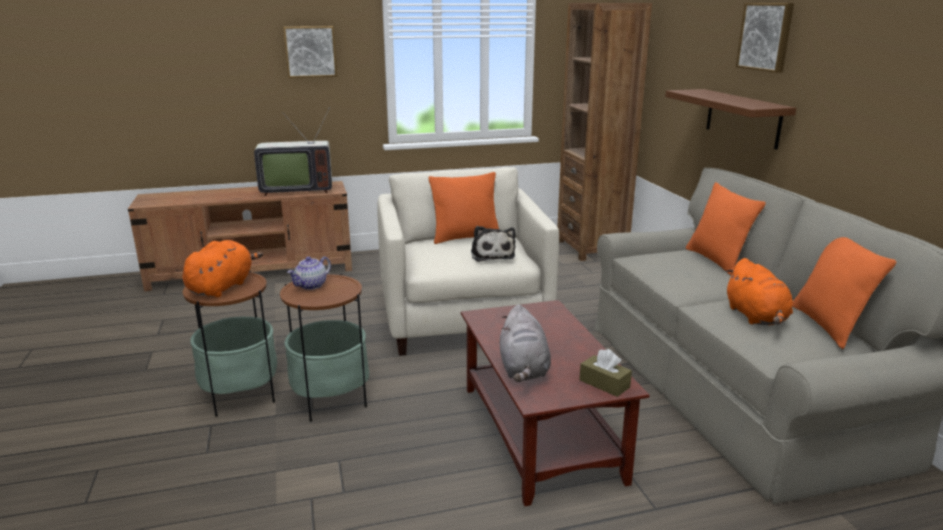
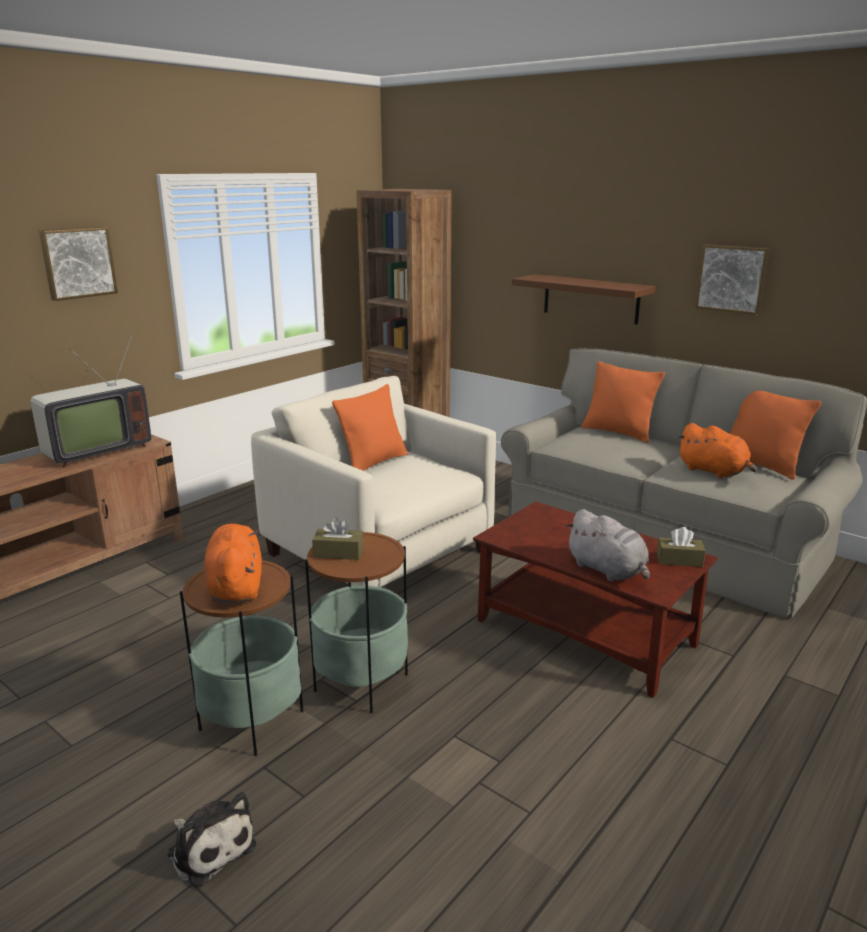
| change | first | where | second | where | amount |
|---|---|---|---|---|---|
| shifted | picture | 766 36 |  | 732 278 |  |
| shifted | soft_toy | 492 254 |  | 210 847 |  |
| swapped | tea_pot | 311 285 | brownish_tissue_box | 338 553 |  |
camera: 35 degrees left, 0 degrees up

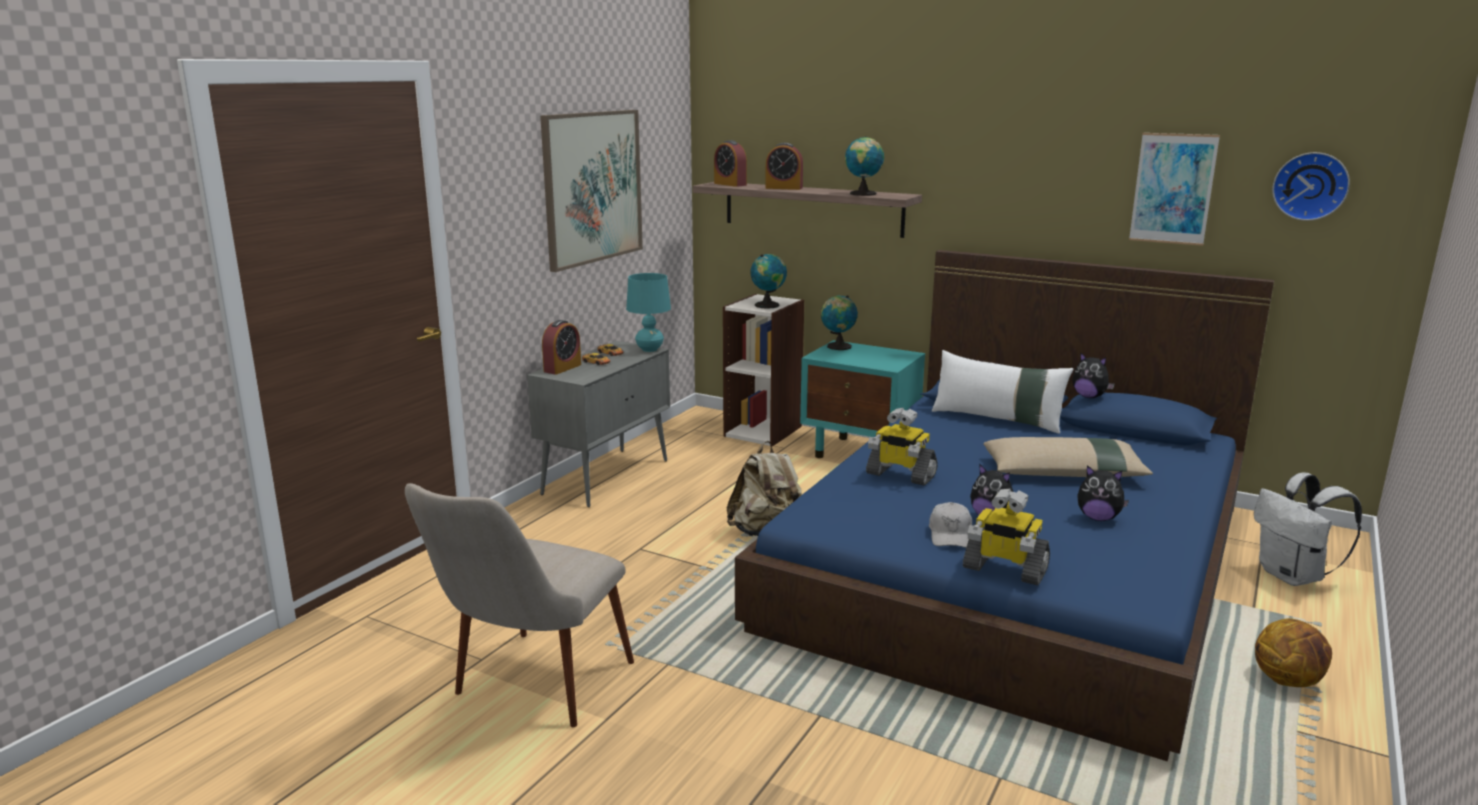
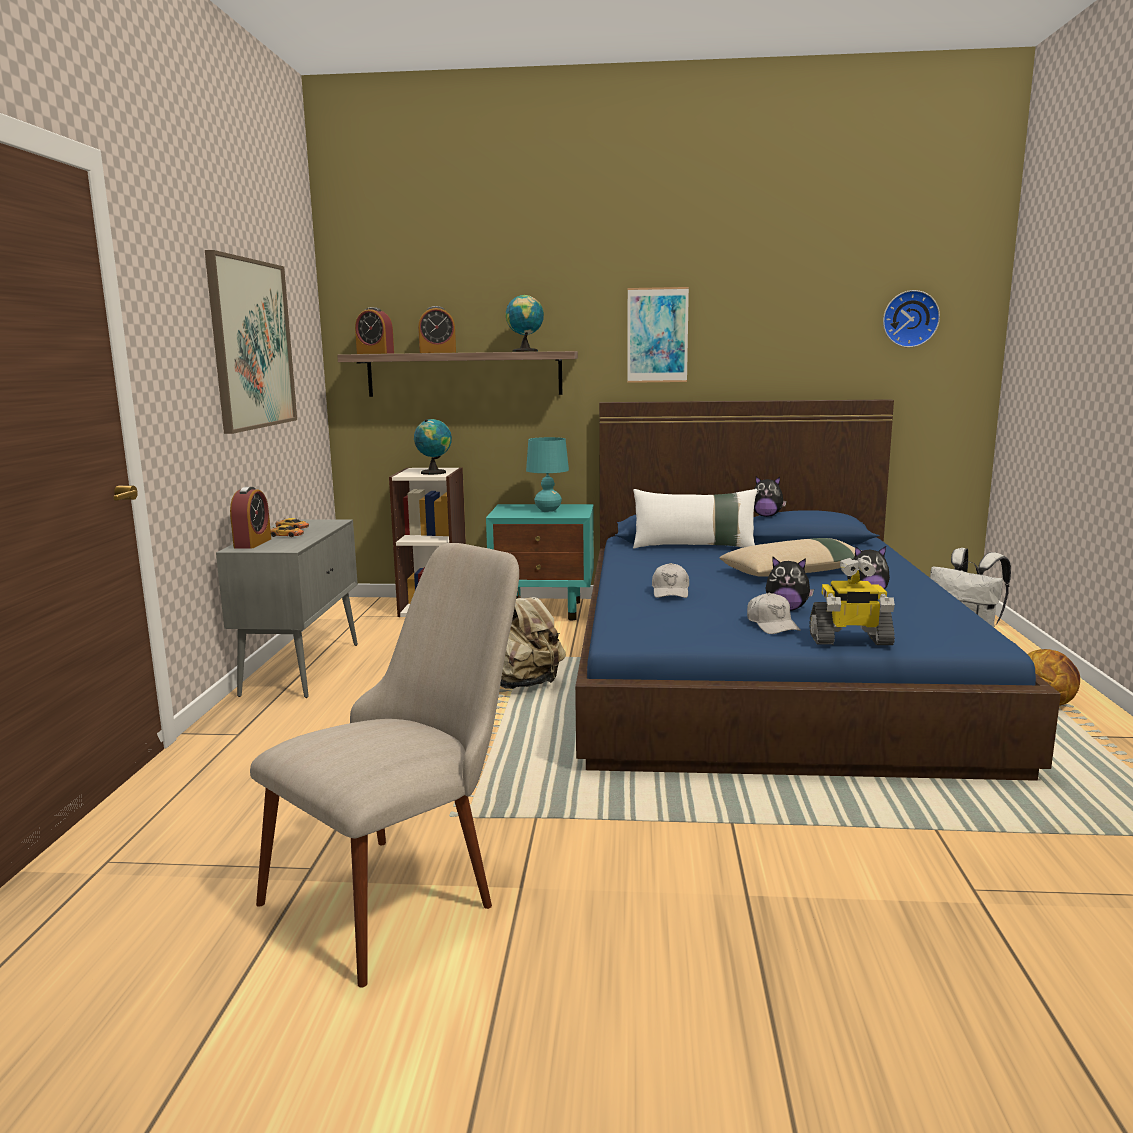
| change | first | where | second | where | amount |
|---|---|---|---|---|---|
| shifted | picture | 1173 189 |  | 657 335 |  |
| shifted | blue-green_tabletop_lamp | 649 349 |  | 548 510 |  |
| gone | globe | 837 347 |  |  |  |
| swapped | model_robot | 900 475 | white_baseball_cap | 670 591 |  |
| rotated | sand-coloured_plain_chair | 529 693 |  | 406 887 | 135 degrees counterclockwise |
camera: 25 degrees left, 5 degrees down

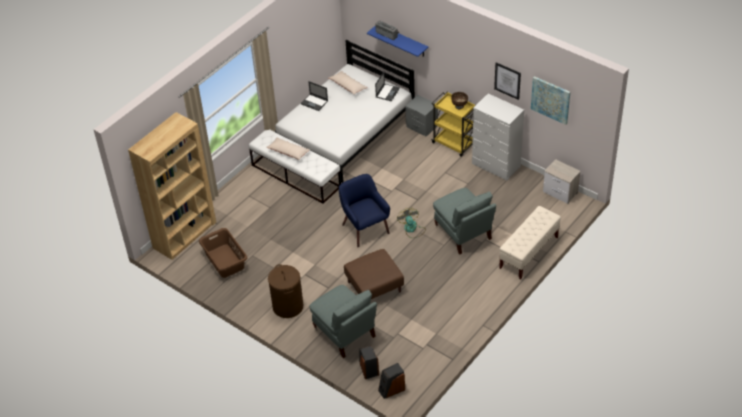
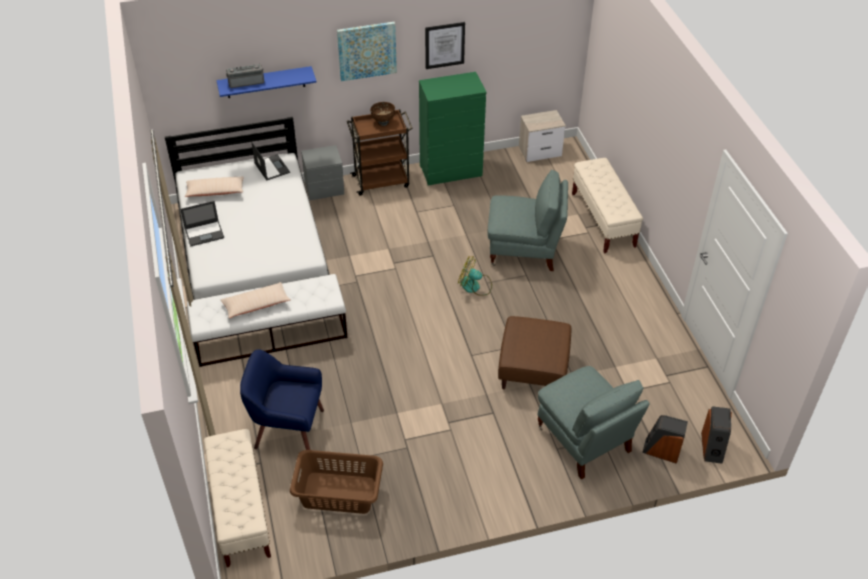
| change | first | where | second | where | amount |
|---|---|---|---|---|---|
| shifted | picture | 550 99 |  | 367 50 |  |
| repainted | yellow_cart | 454 144 | brownish_cart | 382 181 |  |
| repainted | white_drawer_chest | 496 165 | green_drawer_chest | 451 171 |  |
| swapped | brownish_bookshelf | 185 235 | sand-coloured_indoor_bench | 240 511 |  |
| shifted | blue-coloured_easy_chair | 364 228 |  | 288 429 |  |
| gone | brownish_washing_basket | 287 306 |  |  |  |
| rotated | greyish_easy_chair | 344 333 |  | 584 440 | 60 degrees clockwise |
camera: 55 degrees left, 0 degrees up

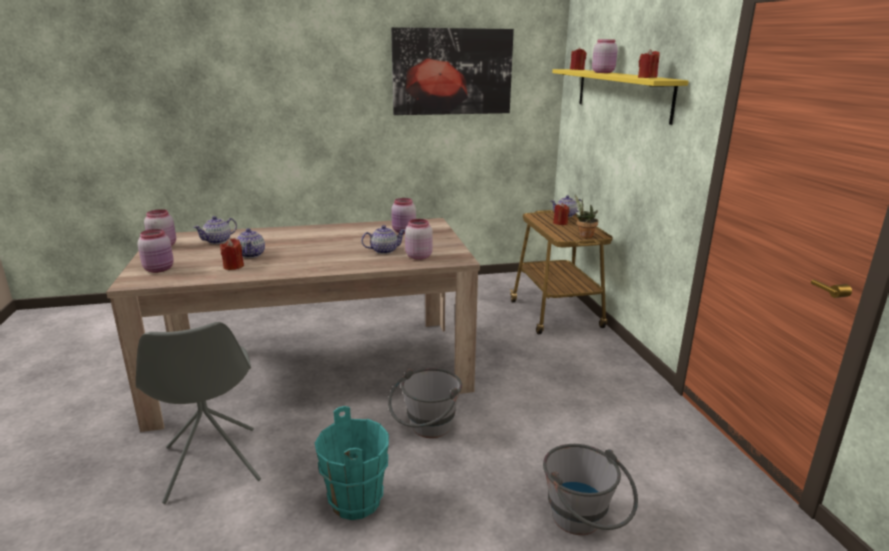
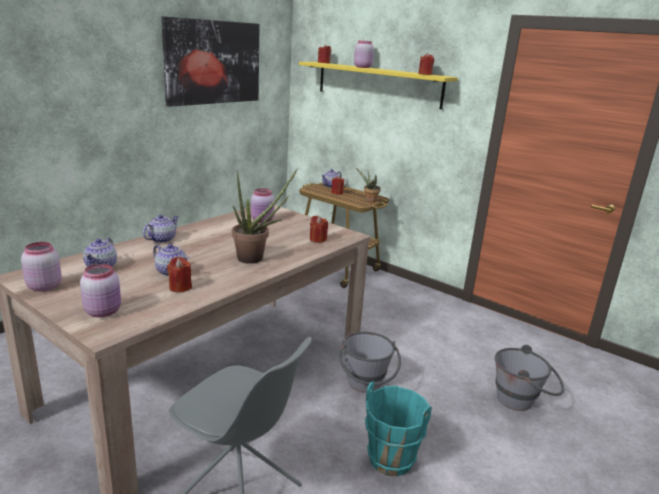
| change | first | where | second | where | amount |
|---|---|---|---|---|---|
| swapped | pink_preserve_jar | 418 256 | reddish_wax_light | 318 239 |  |
| shifted | tea_pot | 384 251 |  | 161 239 |  |
| new |  |  | houseplant | 256 258 |  |
camera: 40 degrees left, 0 degrees up

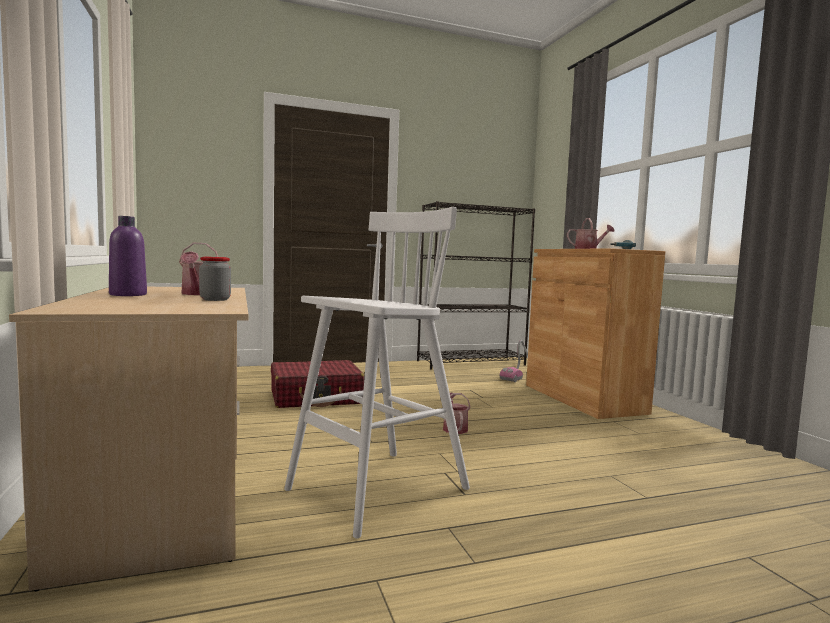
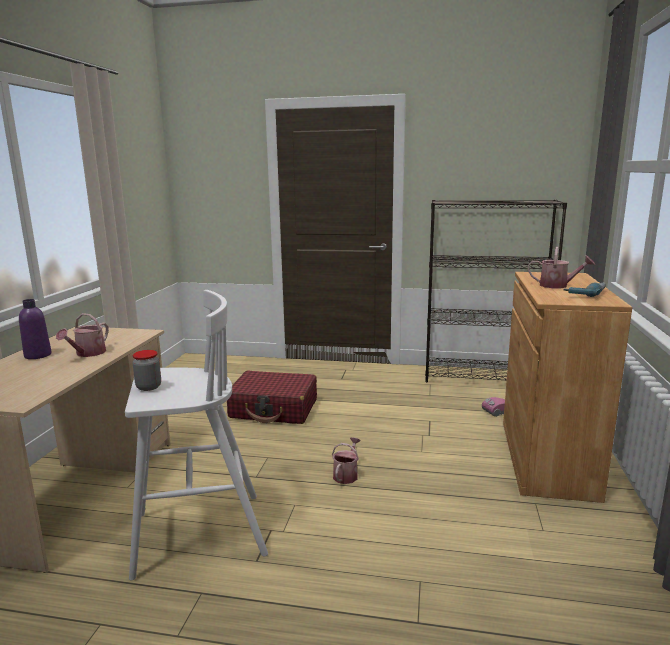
| change | first | where | second | where | amount |
|---|---|---|---|---|---|
| shifted | preserve_jar | 215 299 |  | 148 387 |  |
camera: 30 degrees right, 10 degrees up

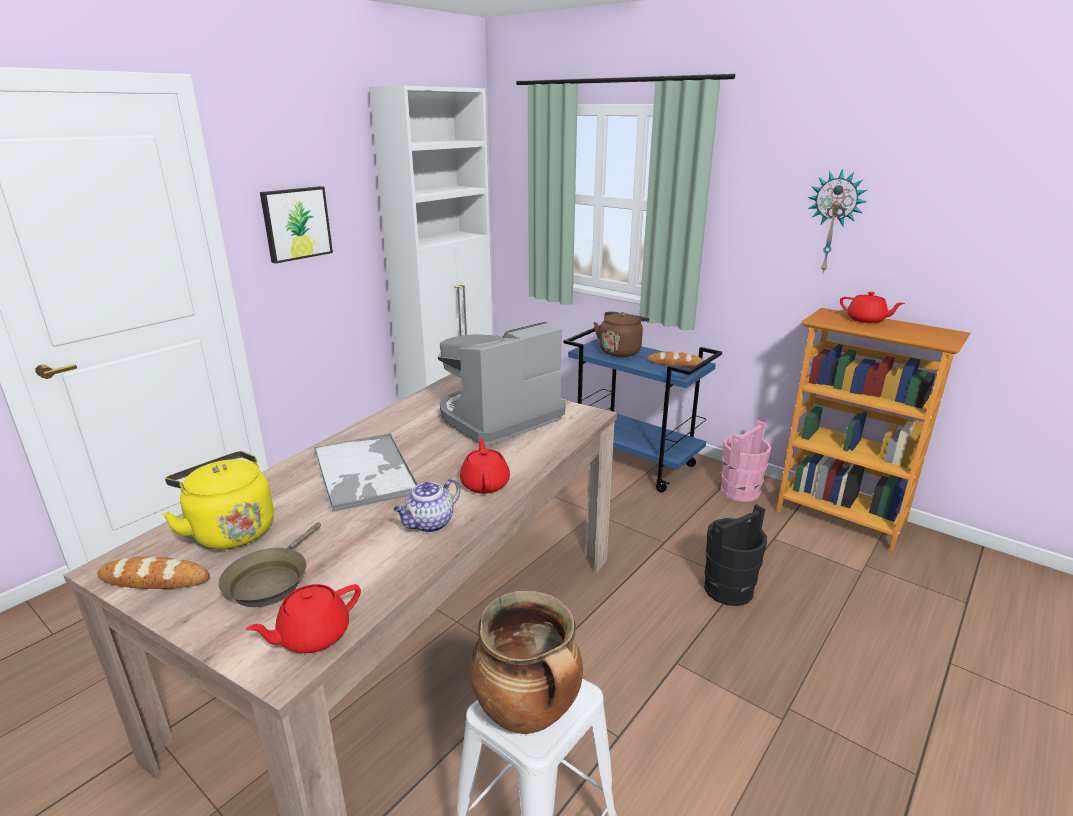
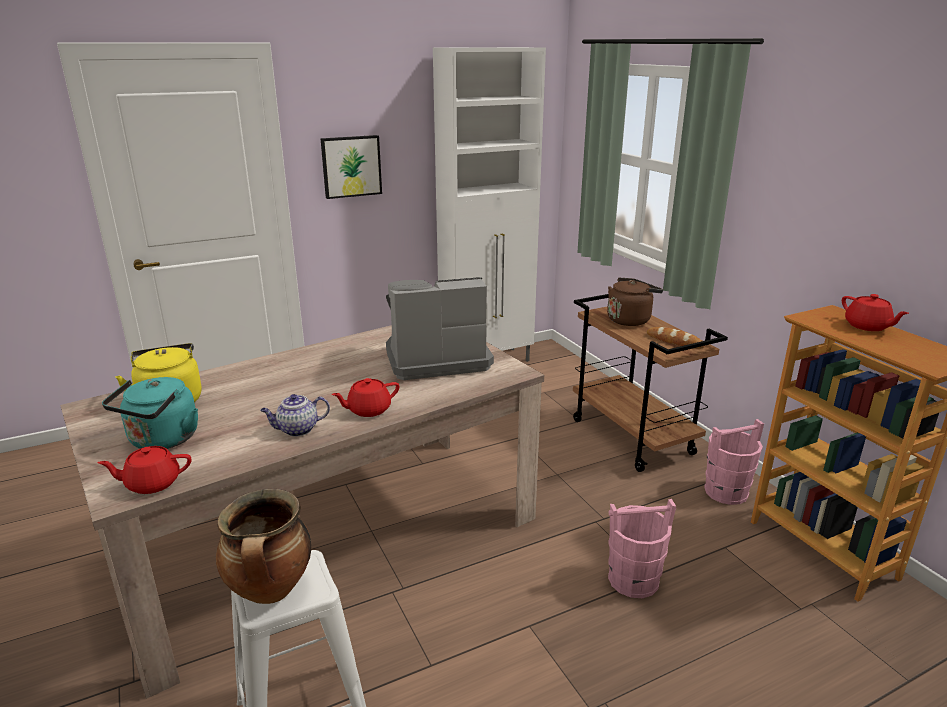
| change | first | where | second | where | amount |
|---|---|---|---|---|---|
| gone | clock_on_the_wall | 833 222 |  |  |  |
| repainted | blue-coloured_cart | 634 462 | brownish_cart | 633 437 |  |
| gone | carrying_tray | 365 472 |  |  |  |
| rotated | reddish_tea_pot | 485 484 |  | 368 410 | 135 degrees counterclockwise |
| repainted | black_bucket | 728 589 | pink_bucket | 632 580 |  |
| swapped | brownish_frying_pan | 270 581 | blue-green_water_kettle | 162 441 |  |
| gone | bread | 155 579 |  |  |  |
camera: 25 degrees right, 0 degrees up

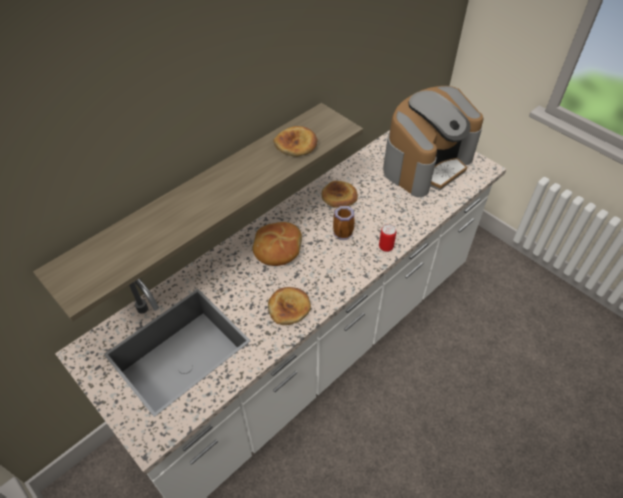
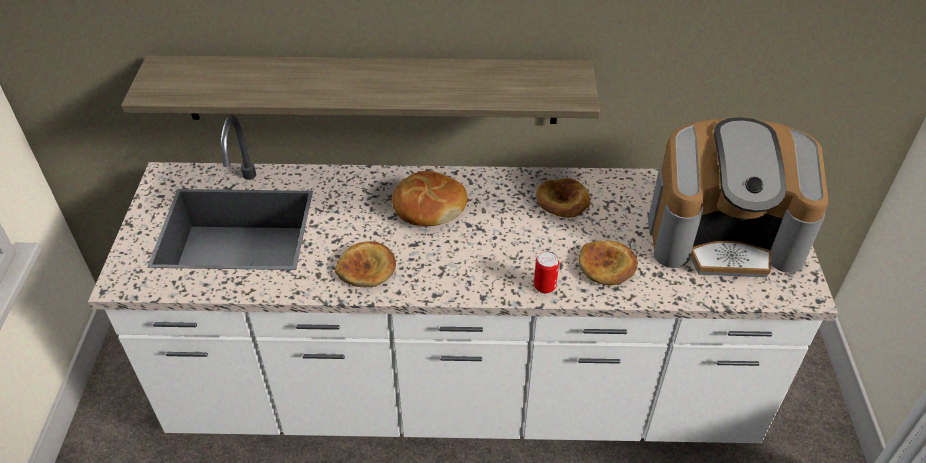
| change | first | where | second | where | amount |
|---|---|---|---|---|---|
| shifted | bread | 296 144 |  | 606 266 |  |
| gone | tea_mug | 343 235 |  |  |  |
camera: 45 degrees right, 5 degrees down

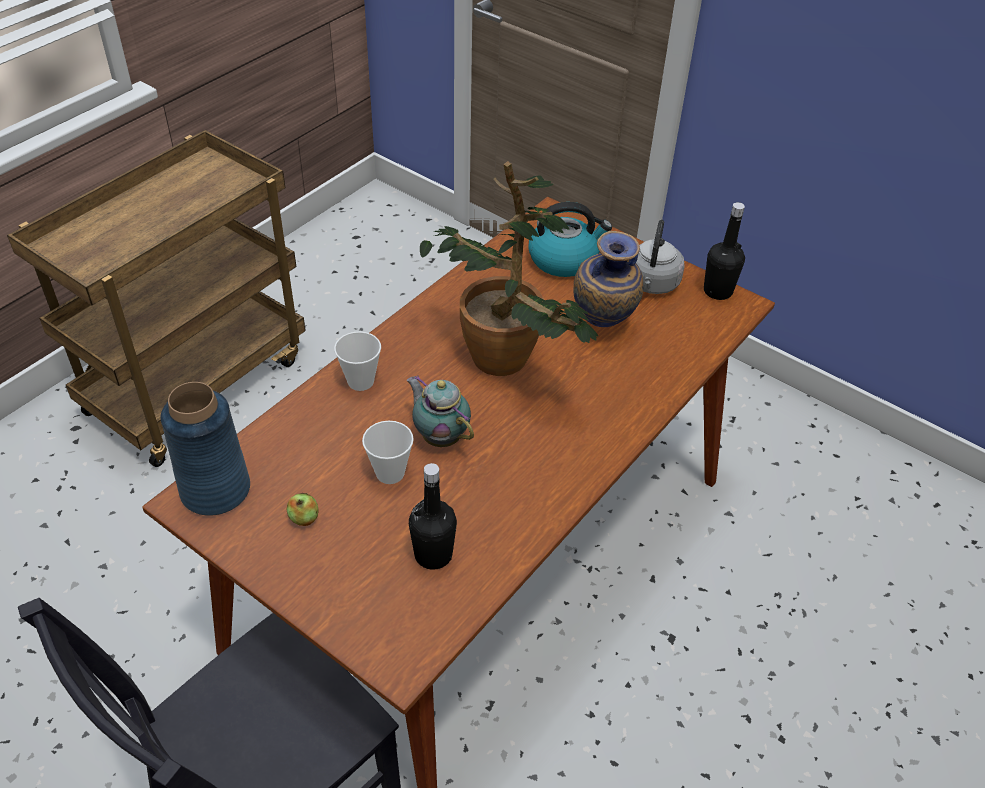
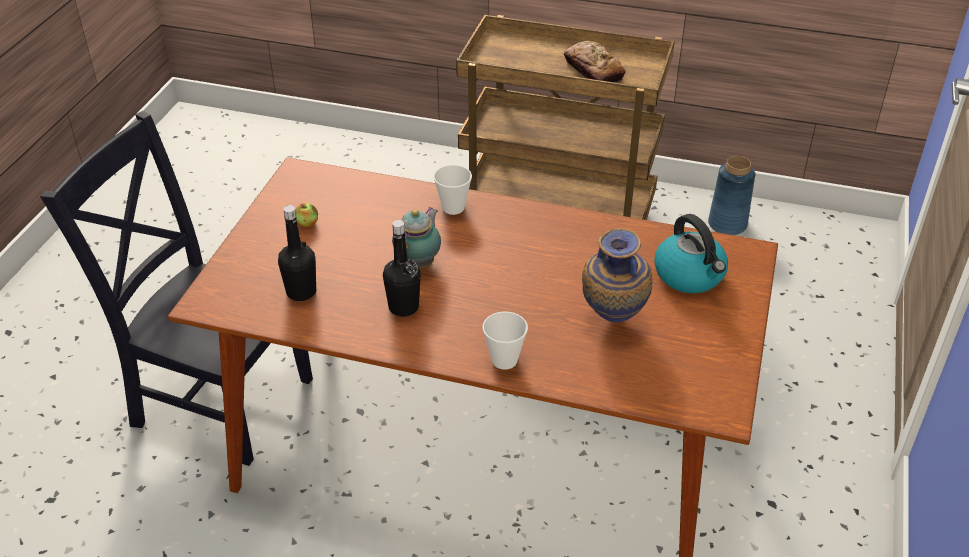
| change | first | where | second | where | amount |
|---|---|---|---|---|---|
| gone | houseplant | 506 366 |  |  |  |
| shifted | black_beverage_bottle | 718 291 |  | 403 307 |  |
| gone | greyish_water_kettle | 652 284 |  |  |  |
| shifted | blue-coloured_decorative_vase | 215 489 |  | 727 224 |  |
| shifted | small_cup | 390 473 |  | 504 360 |  |
| new |  |  | bread | 593 70 |  |
camera: 70 degrees right, 5 degrees down

